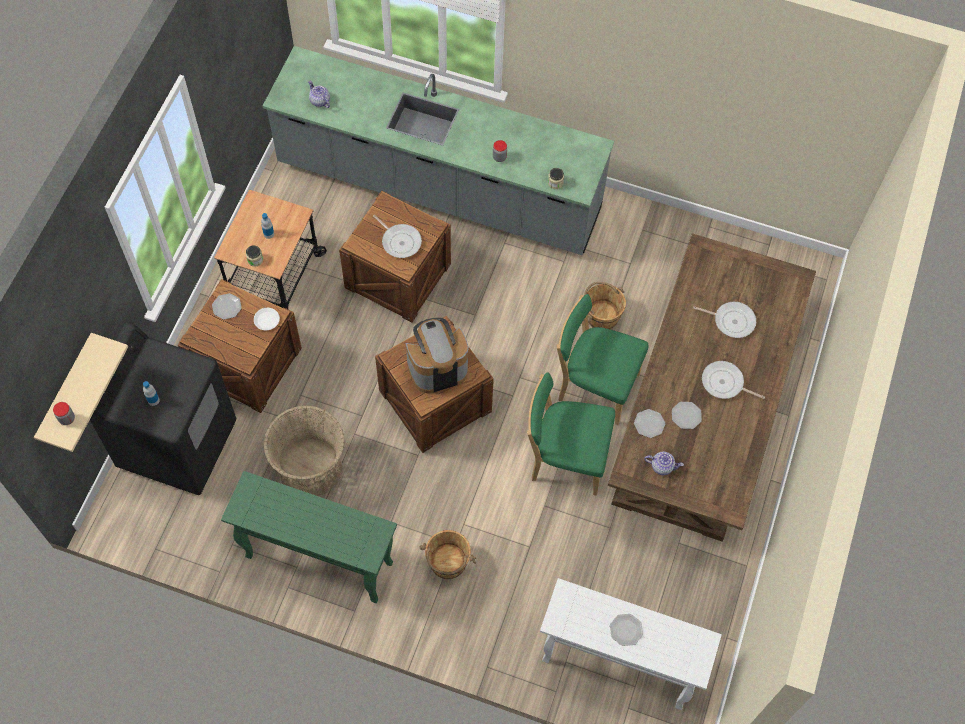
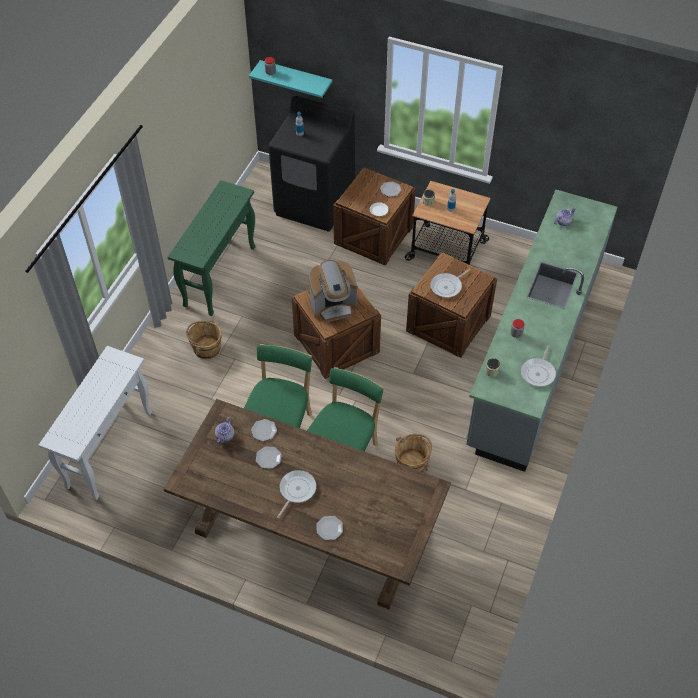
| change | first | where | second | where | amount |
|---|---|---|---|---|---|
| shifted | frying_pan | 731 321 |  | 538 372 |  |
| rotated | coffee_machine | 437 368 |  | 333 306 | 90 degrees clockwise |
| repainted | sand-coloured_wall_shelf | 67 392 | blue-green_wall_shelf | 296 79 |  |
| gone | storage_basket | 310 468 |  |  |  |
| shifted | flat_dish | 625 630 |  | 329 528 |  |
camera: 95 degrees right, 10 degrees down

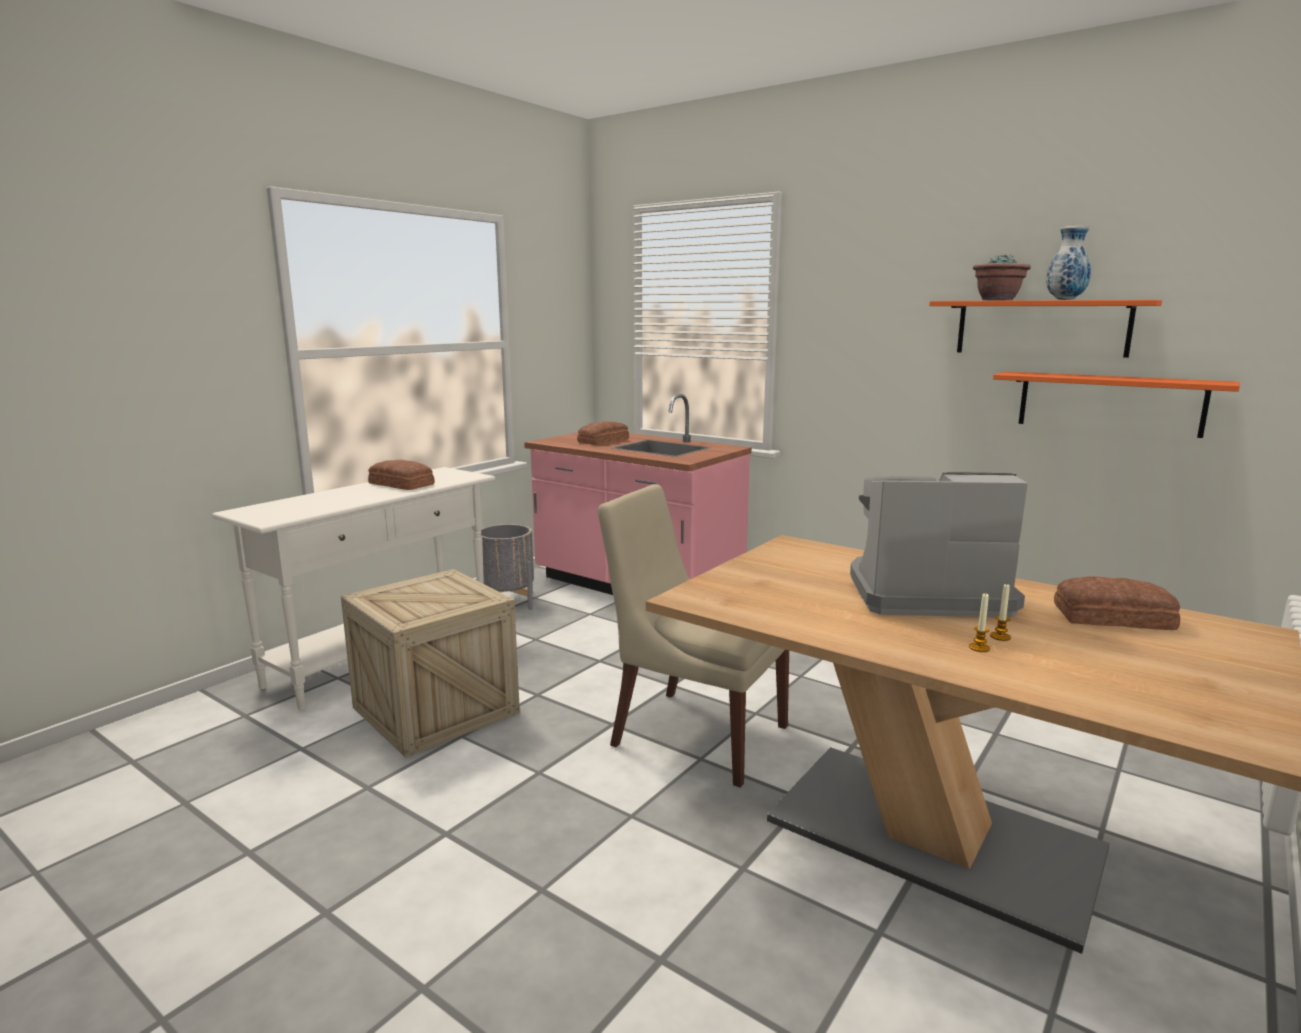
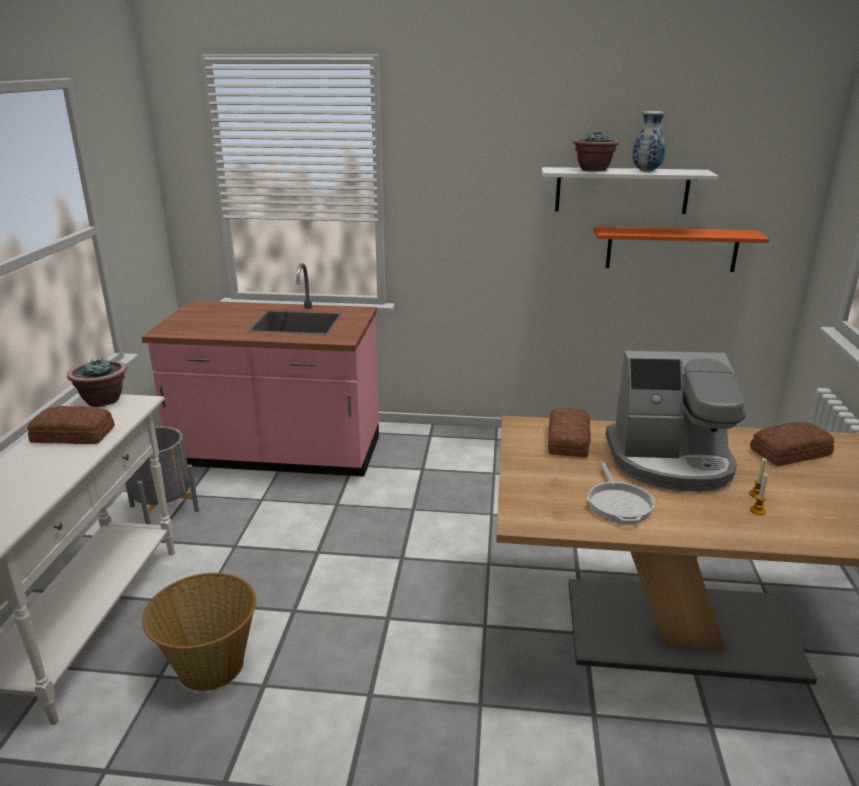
| change | first | where | second | where | amount |
|---|---|---|---|---|---|
| repainted | orangey_wall_shelf | 1041 328 | white_wall_shelf | 621 190 |  |
| shifted | bread | 604 441 |  | 569 440 |  |
| rotated | coffee_machine | 925 594 |  | 670 461 | 150 degrees counterclockwise |
| gone | sand-coloured_plain_chair | 694 734 |  |  |  |
| swapped | packing_crate | 435 710 | storage_basket | 209 666 |  |
| new |  |  | houseplant | 103 400 |  |
| new |  |  | frying_pan | 618 503 |  |
camera: 30 degrees left, 10 degrees up

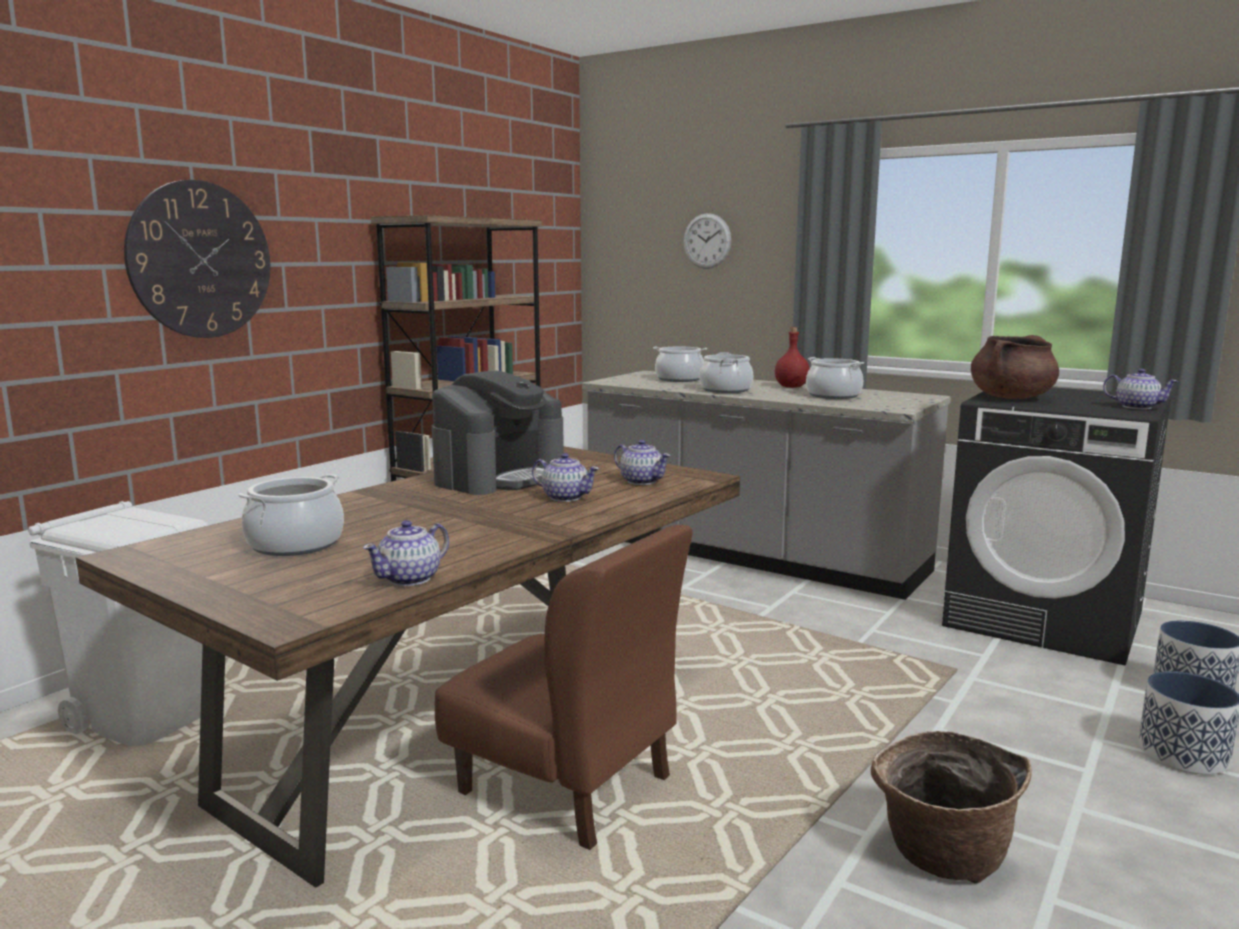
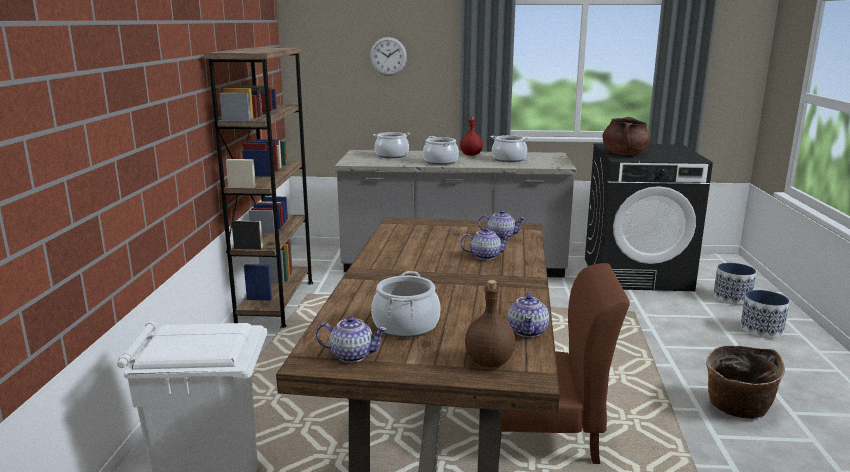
| change | first | where | second | where | amount |
|---|---|---|---|---|---|
| gone | clock_on_the_wall | 200 260 |  |  |  |
| shifted | tea_pot | 1136 407 |  | 351 355 |  |
| gone | coffee_machine | 500 477 |  |  |  |
| new |  |  | brownish_beverage_bottle | 488 362 |  |
camera: 30 degrees left, 5 degrees up

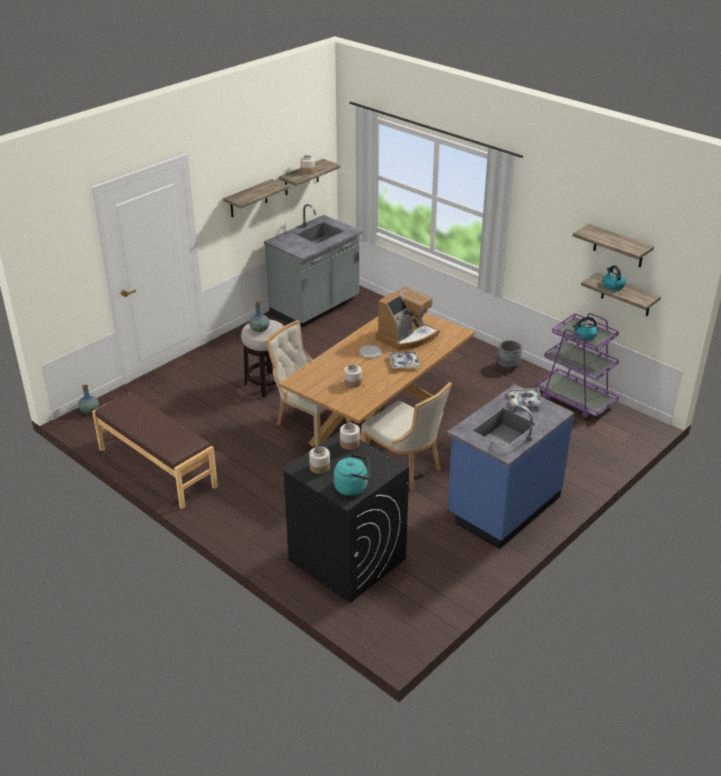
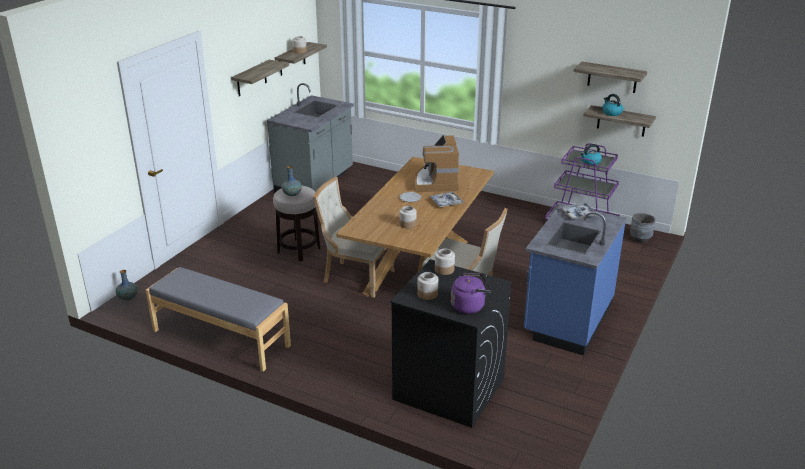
| change | first | where | second | where | amount |
|---|---|---|---|---|---|
| rotated | coffee_machine | 406 337 |  | 436 182 | 150 degrees clockwise |
| shifted | greyish_plant_pot | 508 366 |  | 640 239 |  |
| repainted | brownish_indoor_bench | 156 468 | greyish_indoor_bench | 220 338 |  |
| repainted | blue-green_water_kettle | 353 487 | purple_water_kettle | 469 306 |  |
camera: 15 degrees left, 5 degrees down

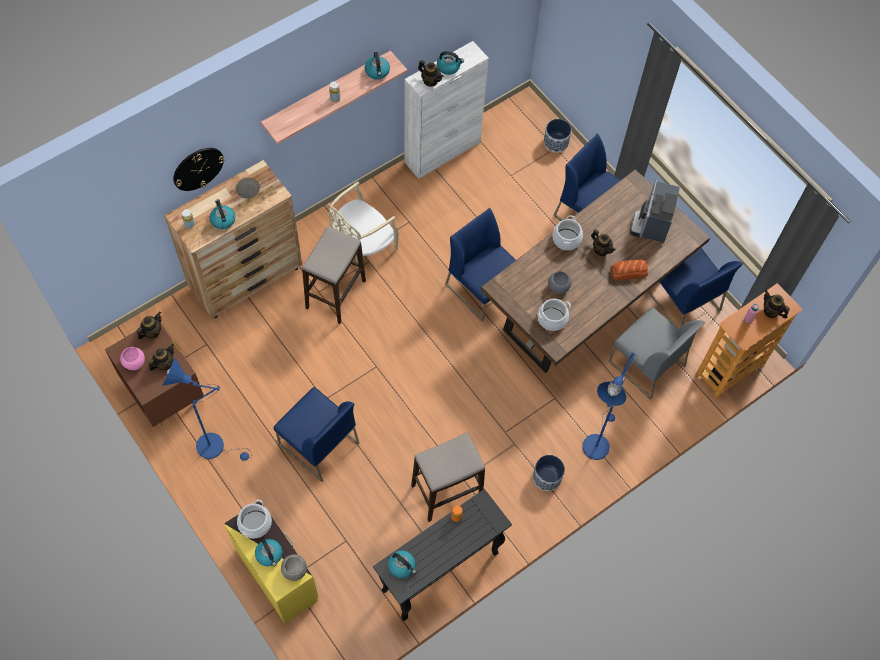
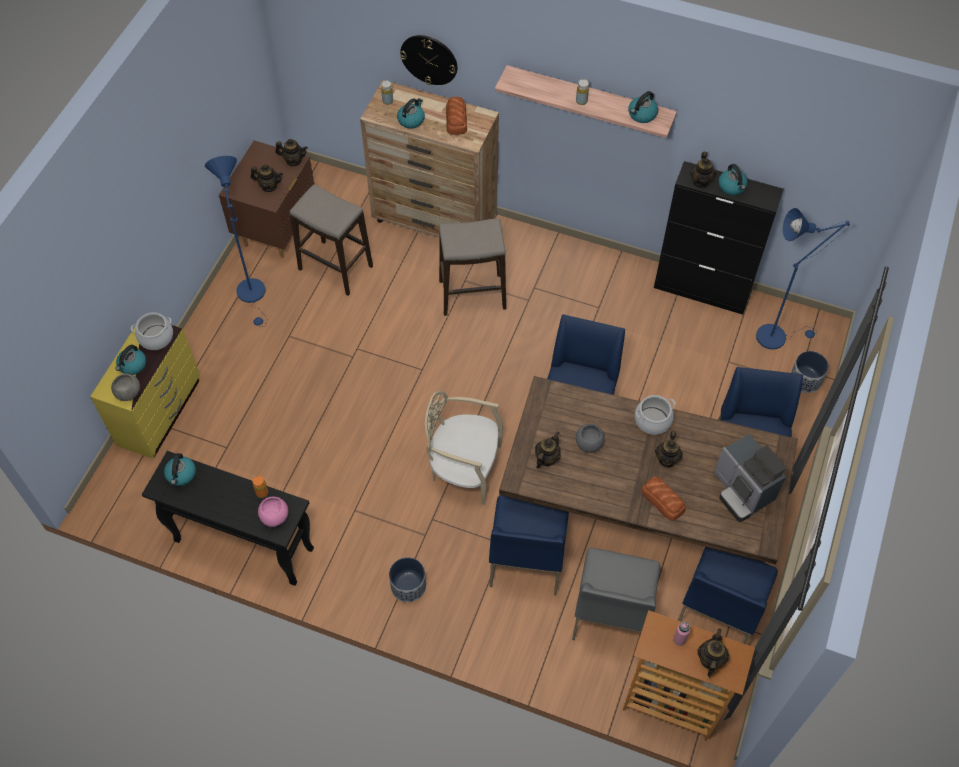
| change | first | where | second | where | amount |
|---|---|---|---|---|---|
| repainted | white_storage_cabinet | 443 152 | black_storage_cabinet | 702 290 |  |
| swapped | greyish_bowl | 248 191 | bread | 456 120 |  |
| rotated | coffee_machine | 652 224 |  | 742 491 | 105 degrees counterclockwise |
| shifted | sand-coloured_plain_chair | 362 245 |  | 464 468 |  |
| swapped | cooking_pot | 552 319 | tea_pot | 546 458 |  |
| shifted | pink_bowl | 134 363 |  | 274 517 |  |
| shifted | blue-coloured_standard_lamp | 597 442 |  | 776 335 |  |
| shifted | blue-coloured_plain_chair | 318 444 |  | 526 557 |  |
| shifted | sitting_stool | 446 491 |  | 335 268 |  |
camera: 60 degrees right, 5 degrees down

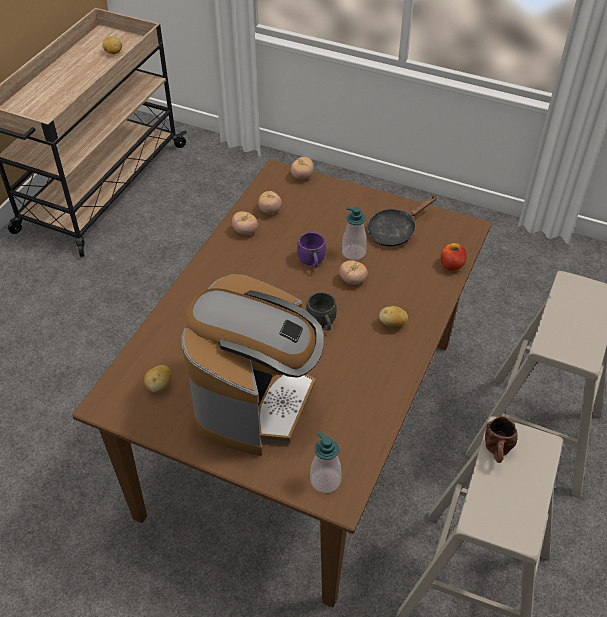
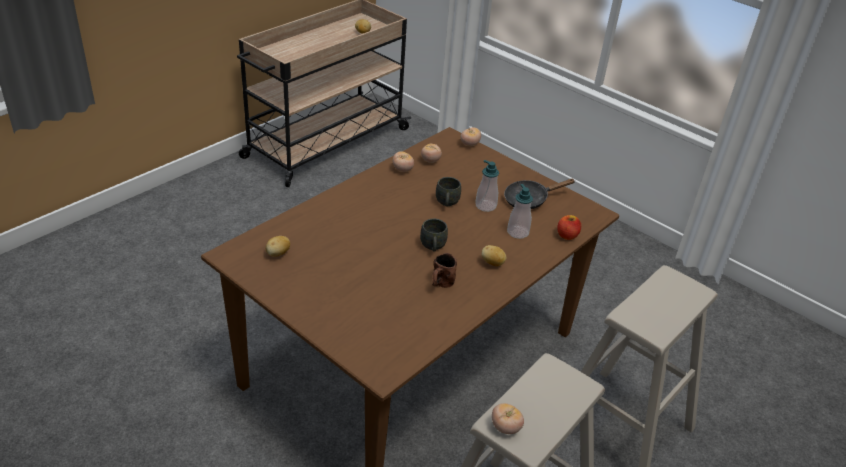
| change | first | where | second | where | amount |
|---|---|---|---|---|---|
| repainted | purple_tea_mug | 312 262 | greyish_tea_mug | 447 204 |  |
| shifted | fresh_tomato | 352 280 |  | 505 427 |  |
| gone | coffee_machine | 256 401 |  |  |  |
| shifted | brownish_tea_mug | 497 452 |  | 440 285 |  |
| shifted | soap_dispenser | 325 480 |  | 517 232 |  |
camera: 15 degrees right, 10 degrees down

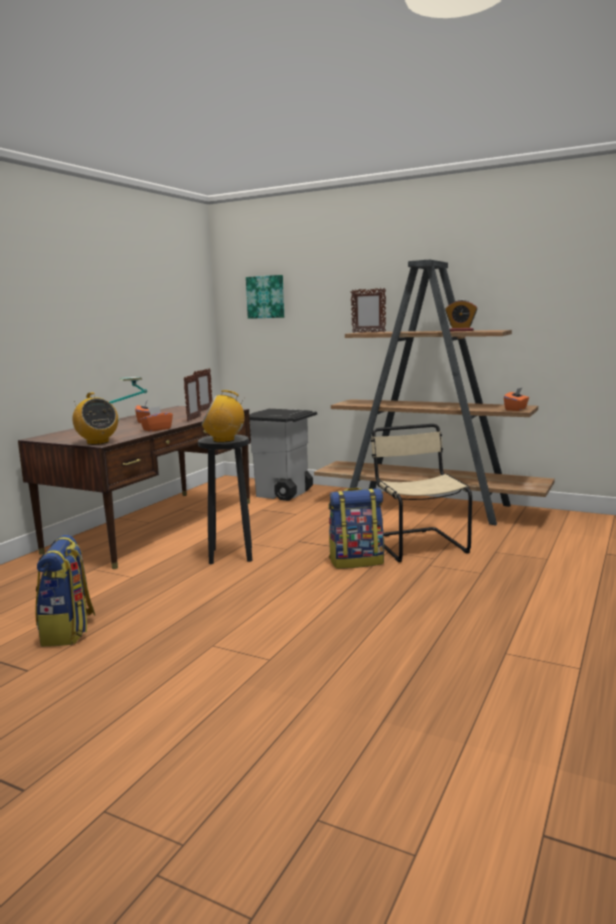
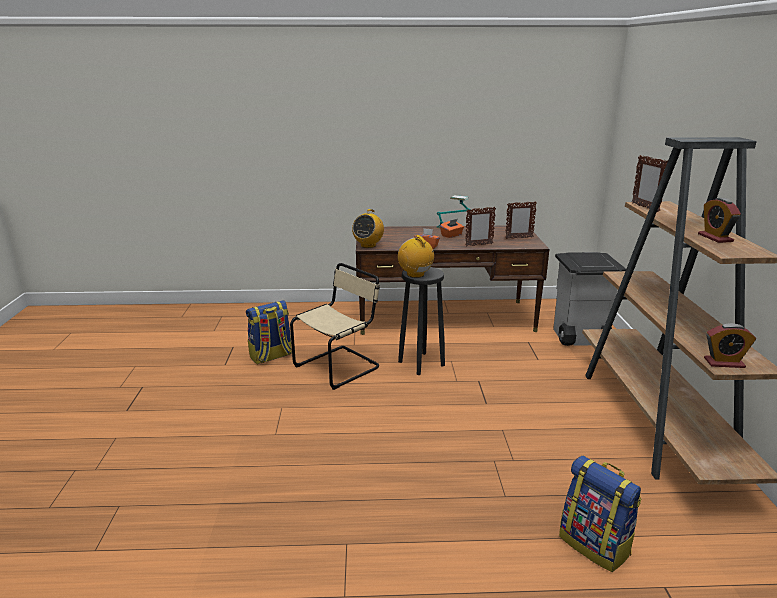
| change | first | where | second | where | amount |
|---|---|---|---|---|---|
| gone | picture | 266 297 |  |  |  |
| swapped | orangey_tissue_box | 516 409 | table_clock | 724 363 |  |
| shifted | sand-coloured_plain_chair | 417 544 |  | 339 366 |  |
| shifted | rucksack | 356 561 |  | 595 545 |  |
camera: 60 degrees right, 10 degrees up

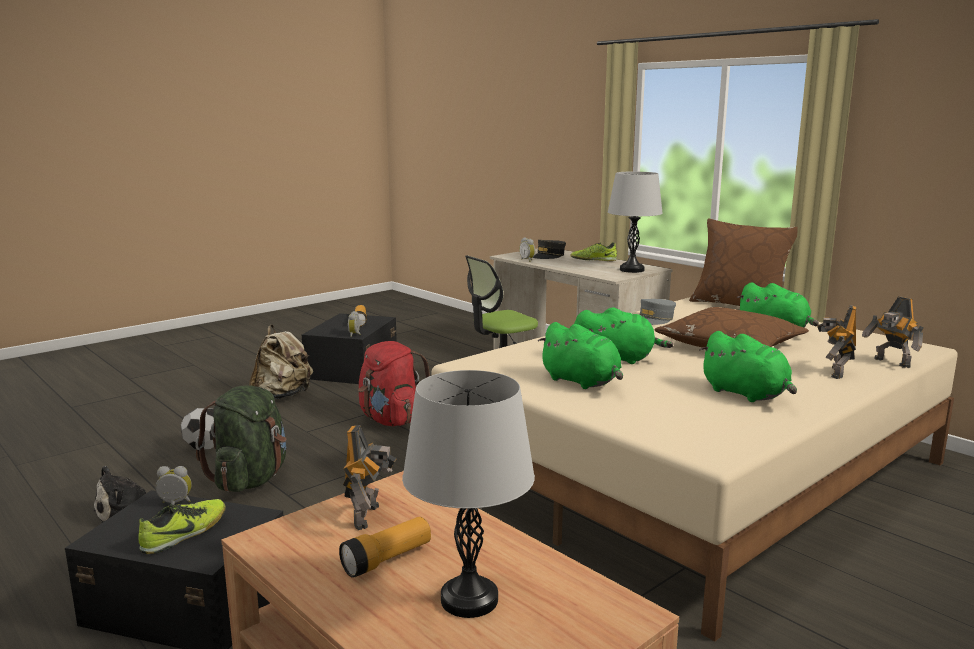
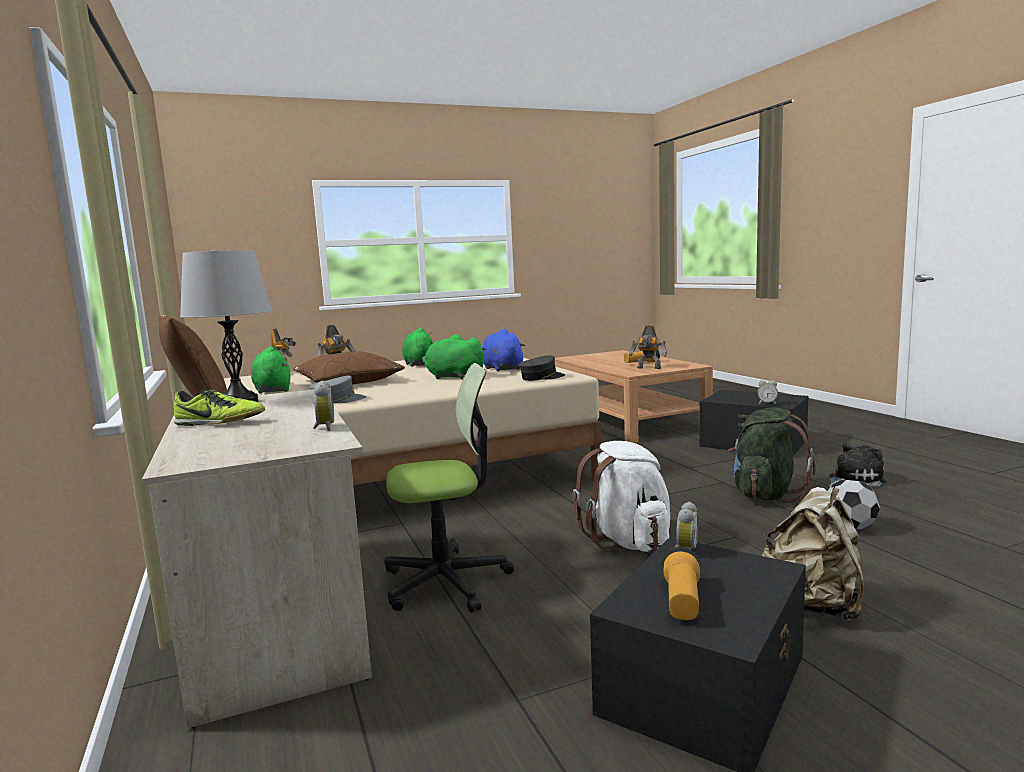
| change | first | where | second | where | amount |
|---|---|---|---|---|---|
| shifted | greyish_baseball_cap | 549 256 |  | 541 377 |  |
| repainted | green_soft_toy | 582 382 | blue-coloured_soft_toy | 502 369 |  |
| repainted | reddish_rucksack | 391 420 | white_rucksack | 628 541 |  |
| gone | greyish_tabletop_lamp | 469 600 |  |  |  |
| rotated | model_robot | 369 516 |  | 648 368 | 90 degrees counterclockwise |
| gone | low_shoe | 185 534 |  |  |  |
camera: 160 degrees left, 5 degrees down

